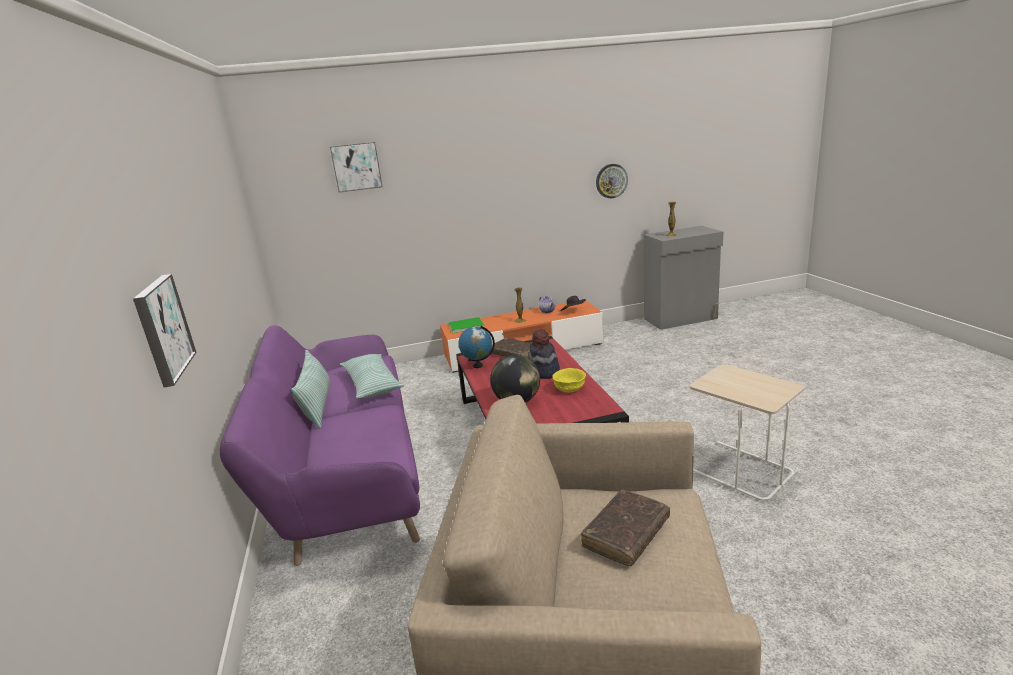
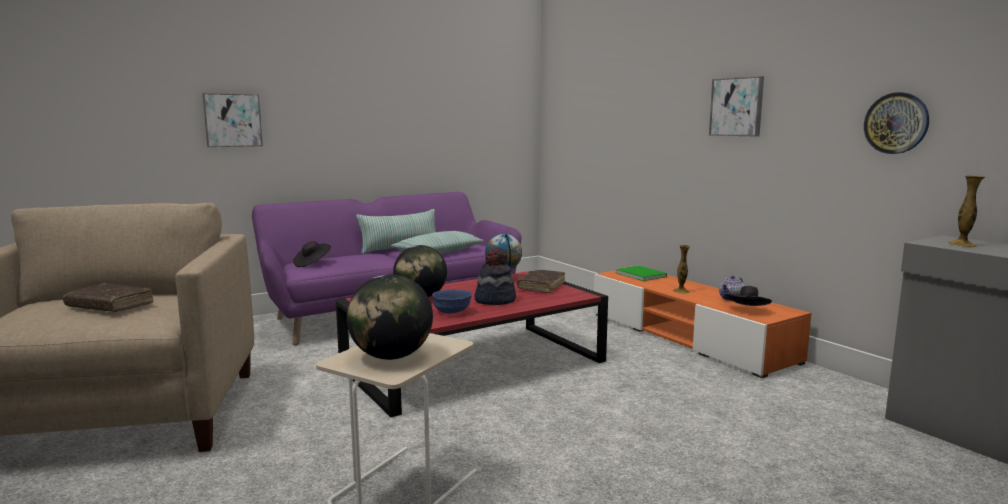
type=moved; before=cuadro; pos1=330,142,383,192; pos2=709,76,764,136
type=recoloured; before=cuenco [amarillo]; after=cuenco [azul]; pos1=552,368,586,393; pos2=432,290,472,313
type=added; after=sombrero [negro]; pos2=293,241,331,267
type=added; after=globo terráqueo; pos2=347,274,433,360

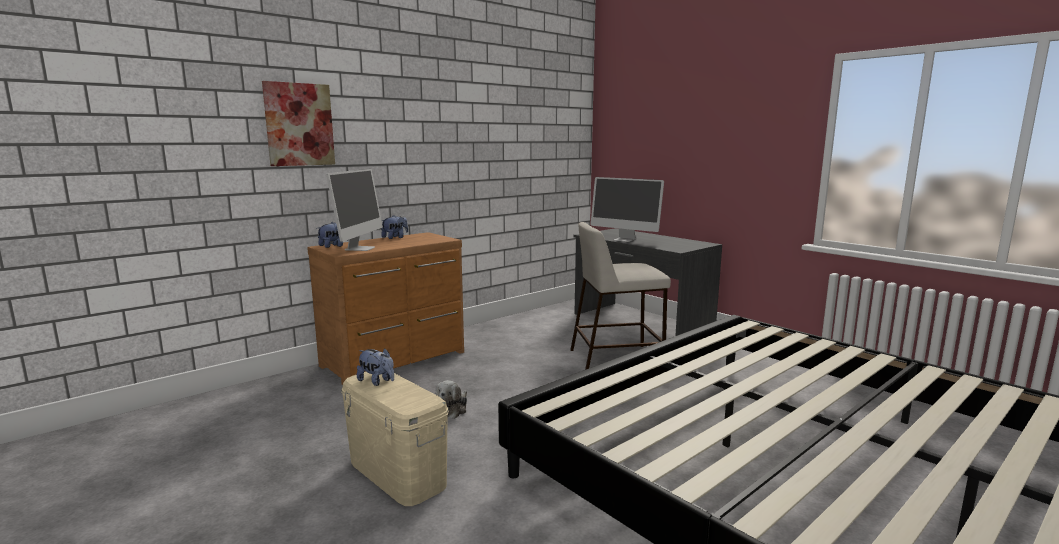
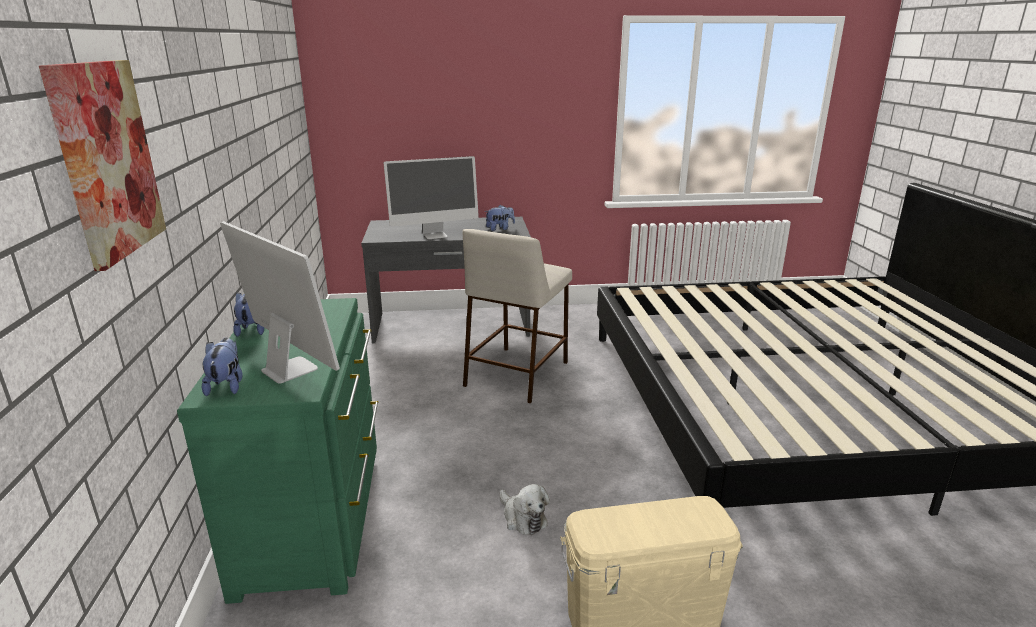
type=recoloured; before=cómoda [marrón]; after=cómoda [verde]; pos1=307,232,464,385; pos2=177,298,378,604
type=moved; before=peluche; pos1=357,348,394,386; pos2=485,205,515,231

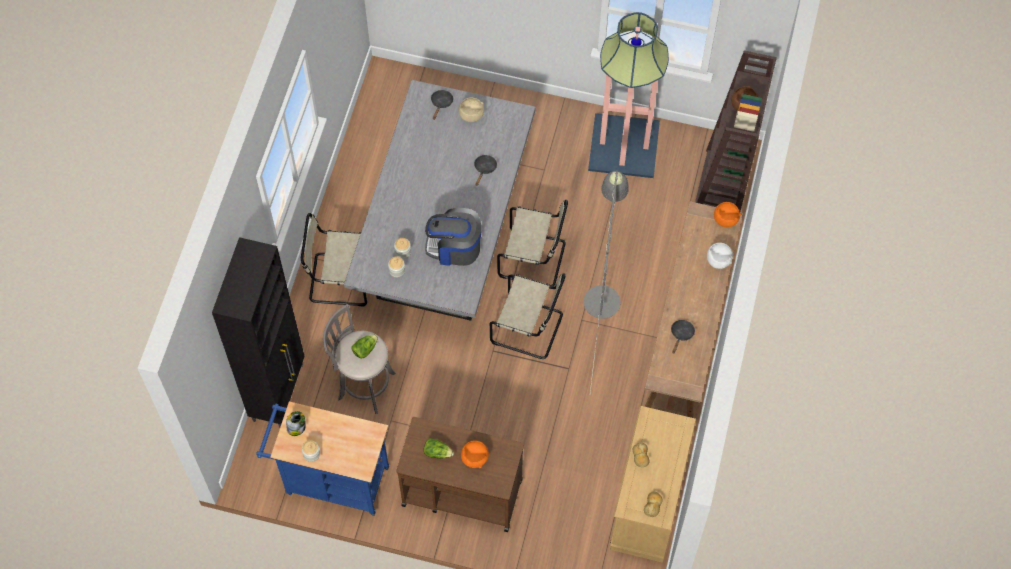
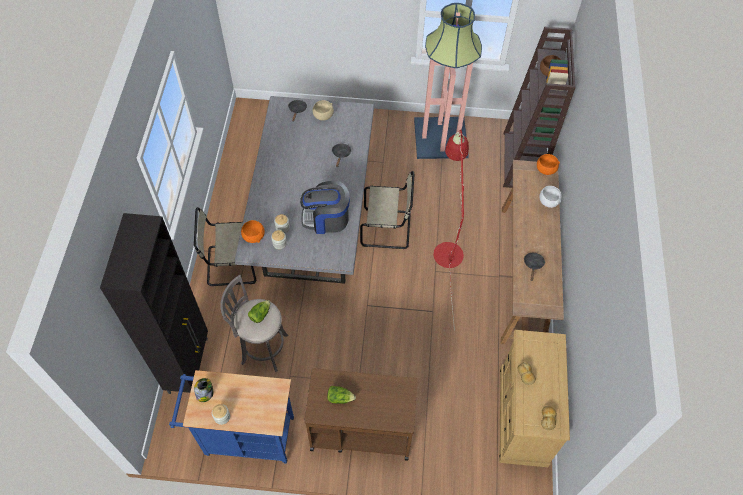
type=recoloured; before=lámpara de pie [gris]; after=lámpara de pie [rojo]; pos1=584,170,629,392; pos2=434,130,469,331
type=removed; before=silla [beis]; pos1=490,273,565,359
type=moved; before=cuenco [naranja]; pos1=461,440,489,468; pos2=241,220,265,243

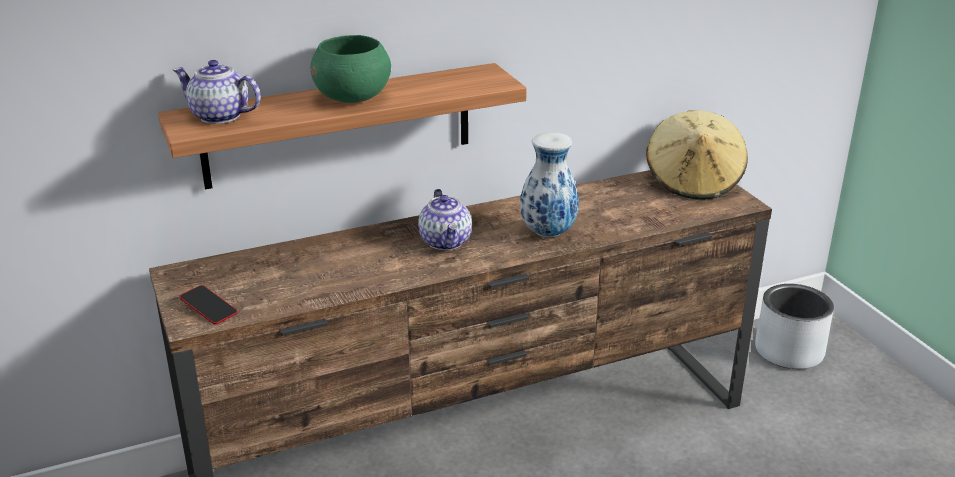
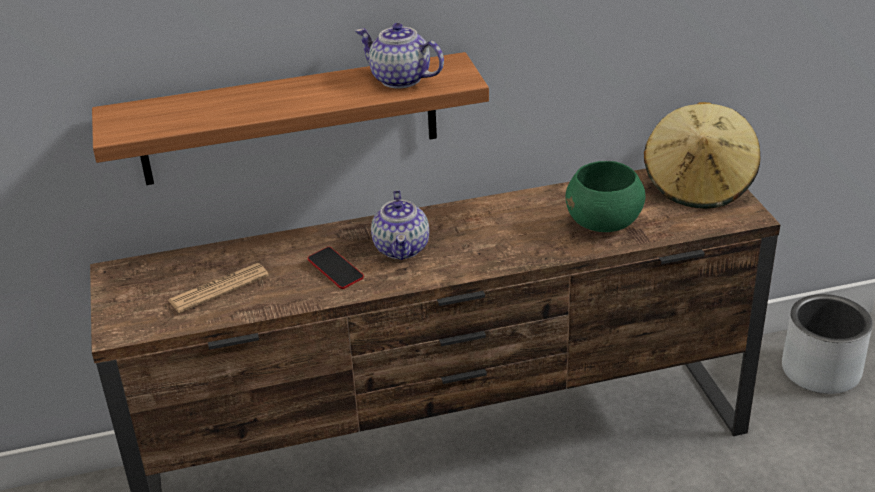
type=moved; before=cuenco [verde]; pos1=311,35,391,103; pos2=565,161,645,232
type=moved; before=tetera; pos1=173,60,261,124; pos2=355,23,444,89
type=removed; before=florero; pos1=520,132,579,237
type=moved; before=móvil; pos1=180,285,237,325; pos2=308,247,364,289
type=added; after=periódico; pos2=168,263,269,313

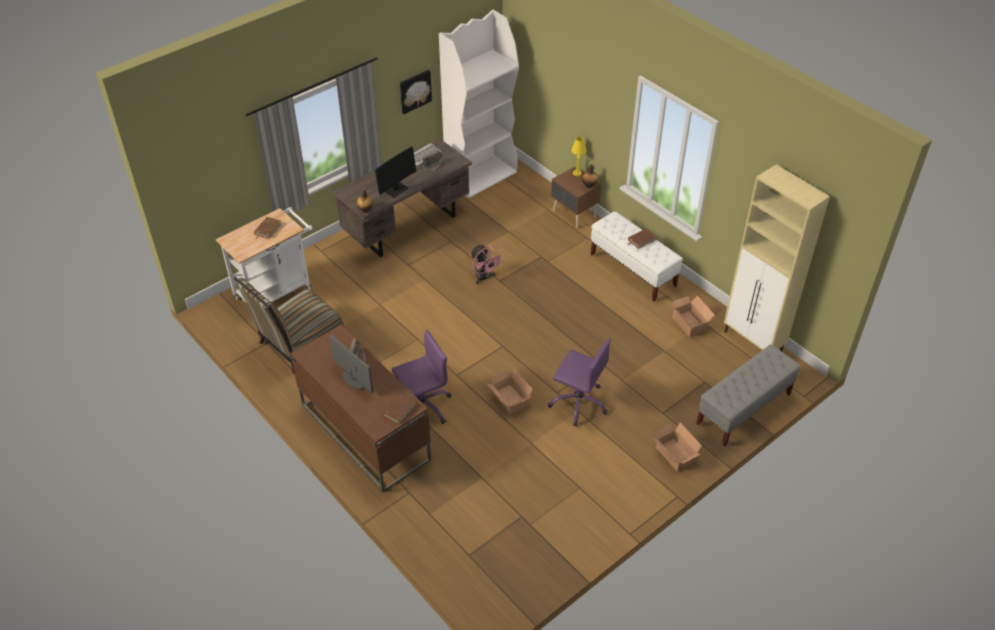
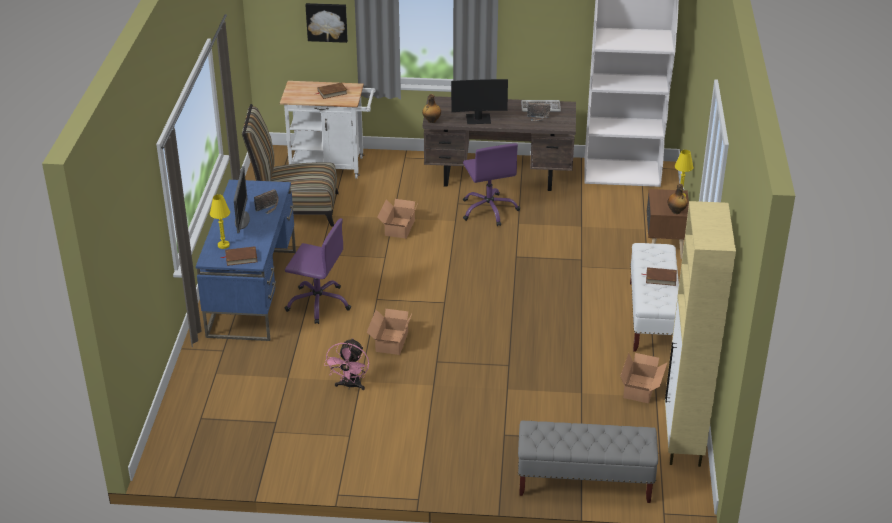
type=moved; before=cuadro; pos1=400,70,432,114; pos2=305,3,348,43
type=moved; before=ventilador [rosa]; pos1=470,244,504,284; pos2=324,338,369,390
type=recoloured; before=escritorio [marrón]; after=escritorio [azul]; pos1=290,325,431,493; pos2=196,180,296,341
type=moved; before=silla de oficina [morado]; pos1=548,339,611,427; pos2=463,143,520,226
type=moved; before=caja de cartón; pos1=653,423,702,471; pos2=377,199,419,239
type=added; after=lámpara de mesa [amarillo]; pos2=210,194,230,249

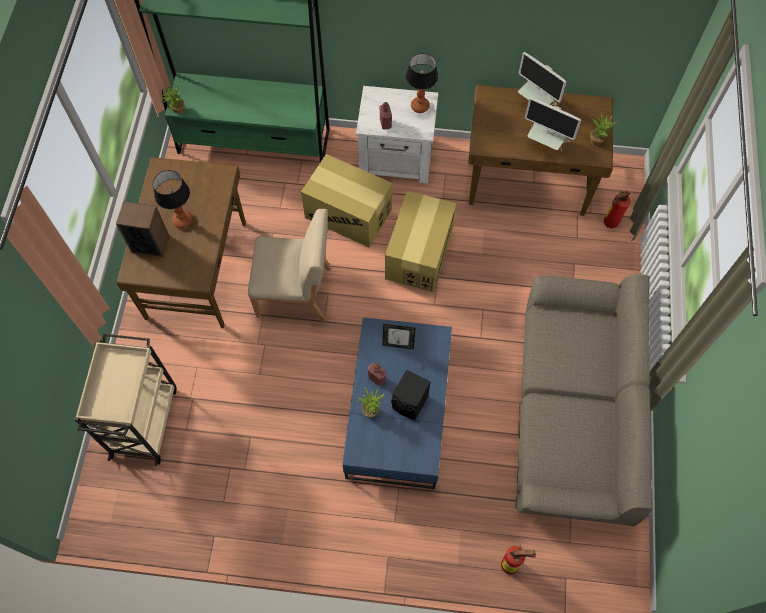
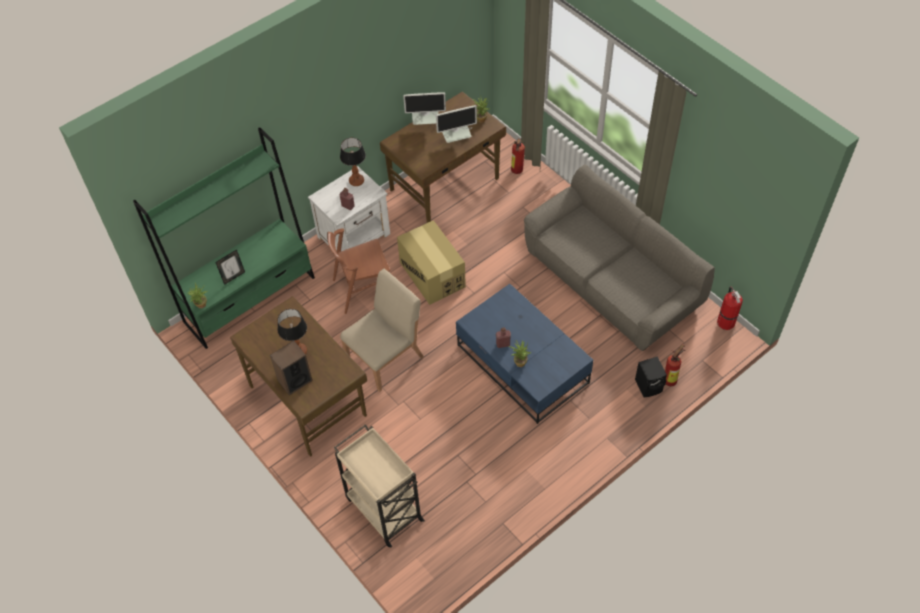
type=replaced; before=caja de cartón; after=silla [marrón]; pos1=301,154,392,247; pos2=327,228,390,314
type=moved; before=portarretratos; pos1=383,324,416,349; pos2=215,250,245,285
type=moved; before=altavoz [negro]; pos1=391,370,430,420; pos2=635,357,667,398
type=added; after=extintor; pos2=717,287,743,330

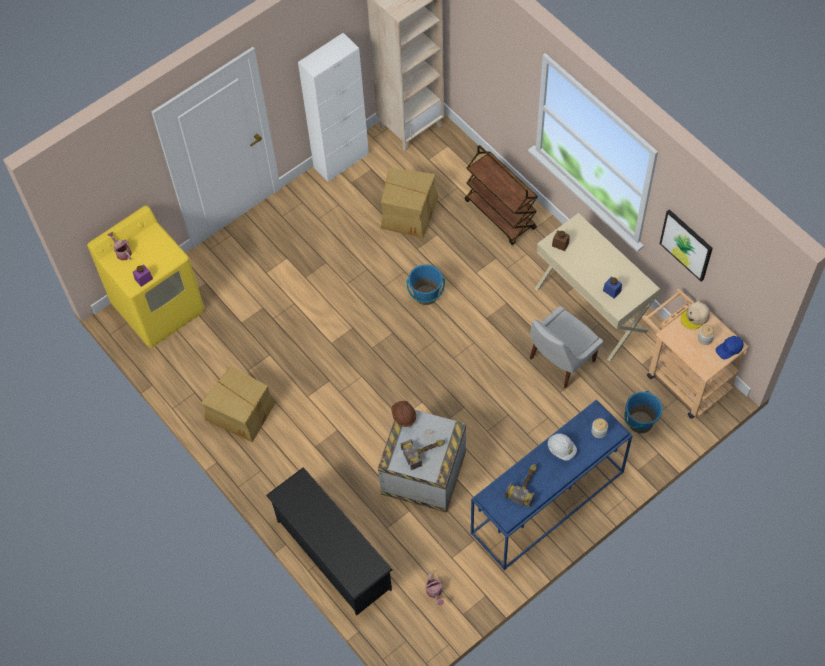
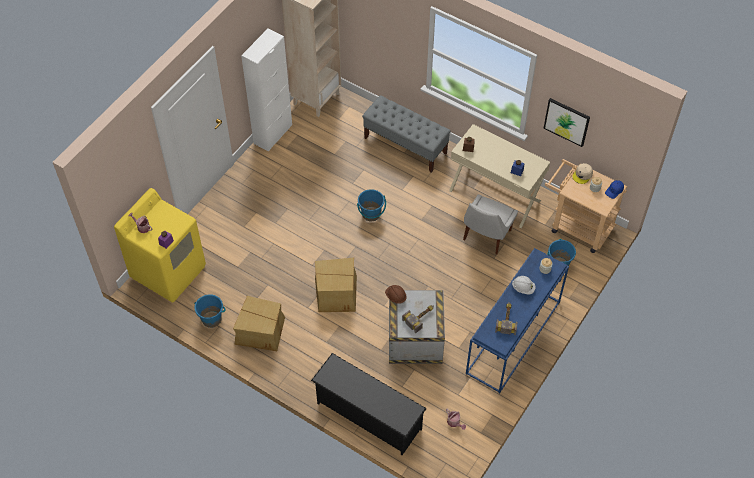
type=replaced; before=carrito [marrón]; after=banco [gris]; pos1=465,145,538,245; pos2=362,95,451,173
type=moved; before=caja de cartón; pos1=381,168,438,238; pos2=315,258,357,312
type=added; after=cubo [azul]; pos2=194,294,226,328

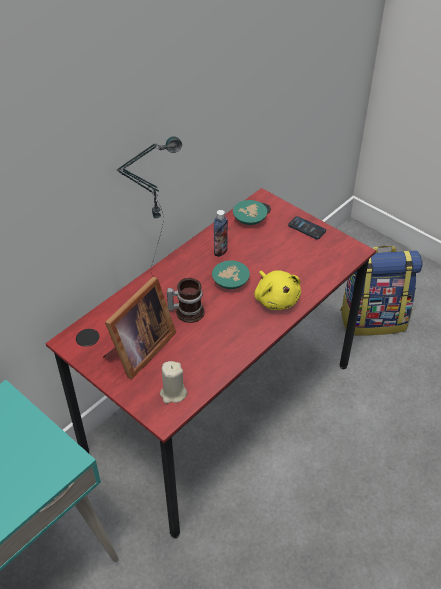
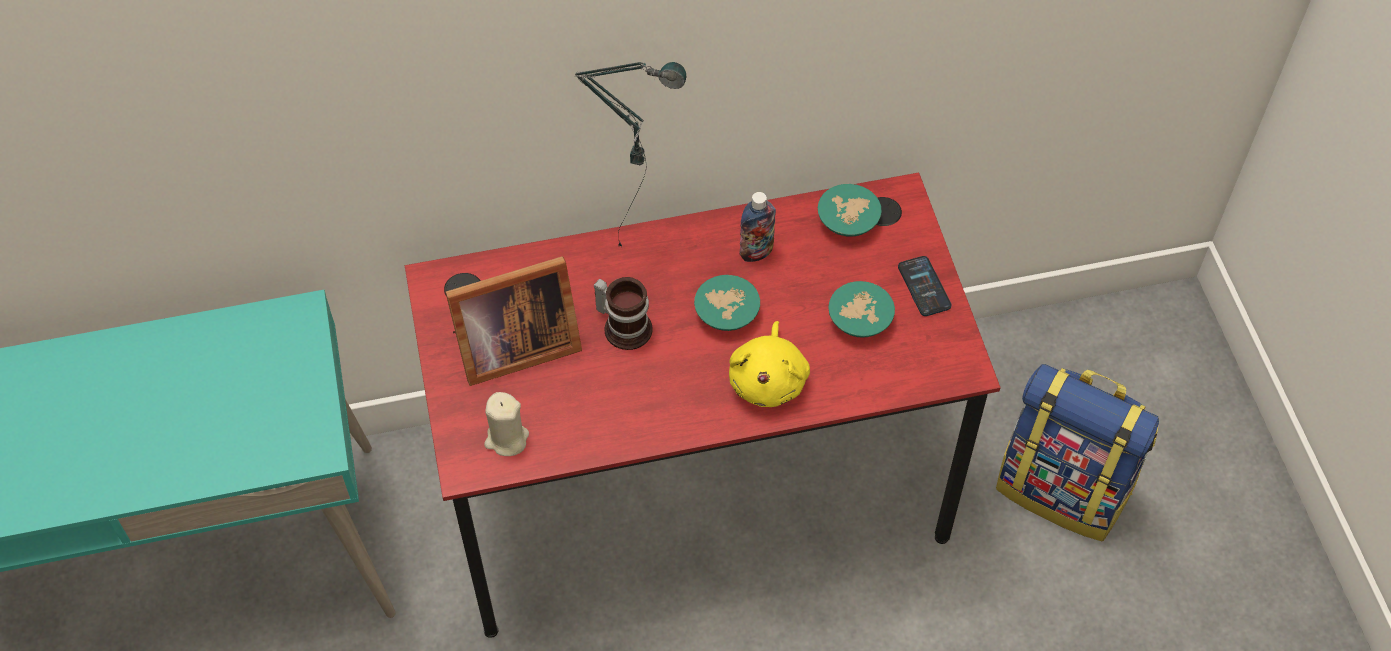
type=added; after=cuenco [turquesa]; pos2=828,281,895,338

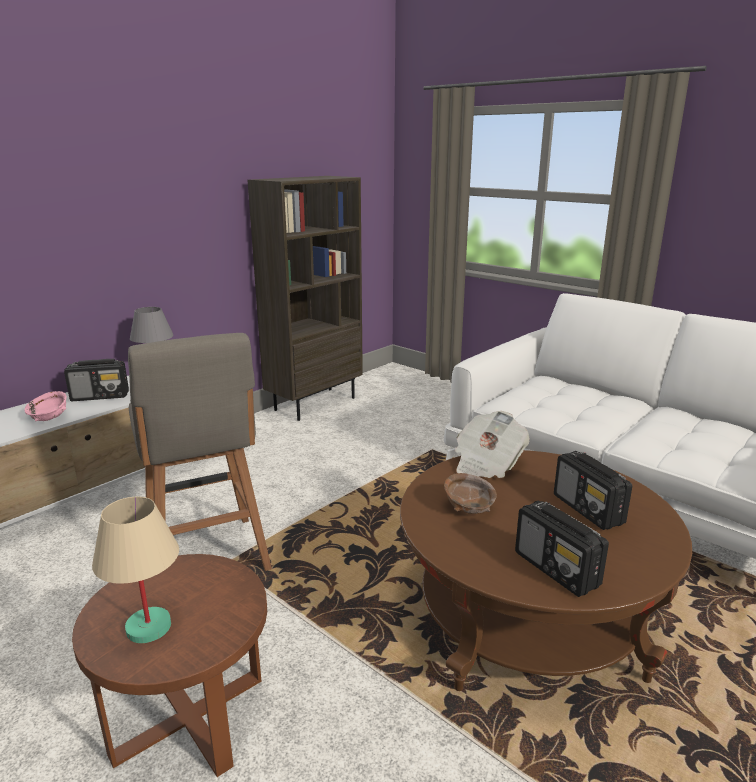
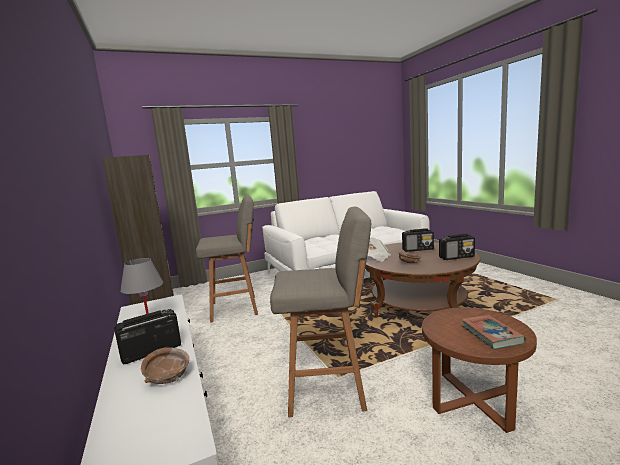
type=turned; before=radio; pos1=64,359,129,401; pos2=114,309,181,364; turn=-135
type=recoloured; before=cuenco [rosa]; after=cuenco [marrón]; pos1=24,391,67,421; pos2=141,347,189,384
type=replaced; before=lámpara de mesa [beis]; after=libro; pos1=92,496,179,643; pos2=462,315,526,349
type=added; after=taburete [gris]; pos2=196,196,258,323

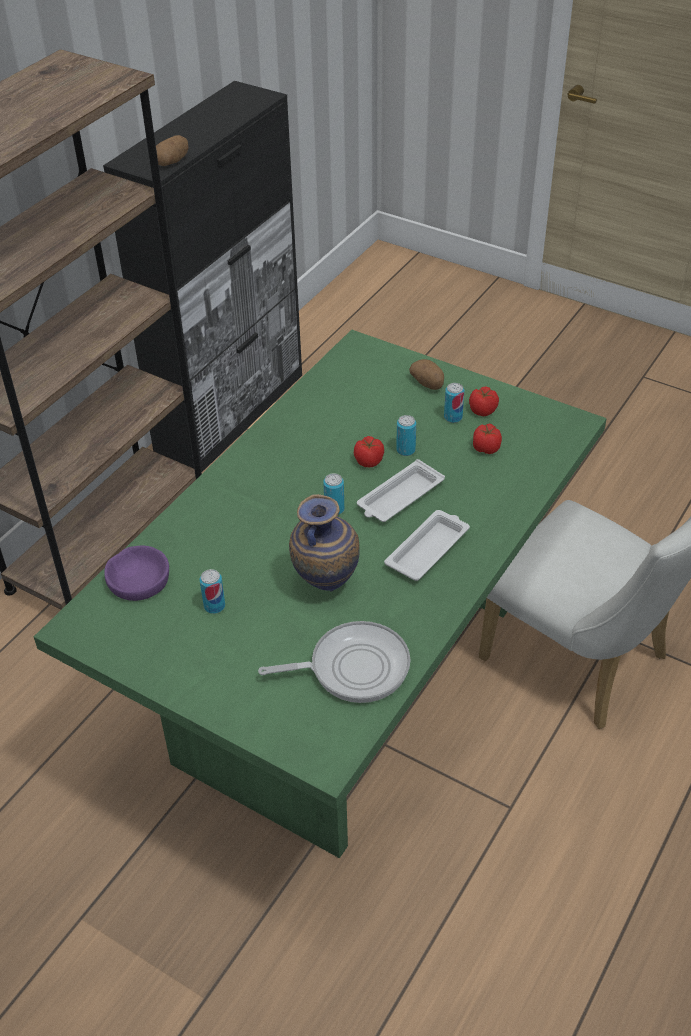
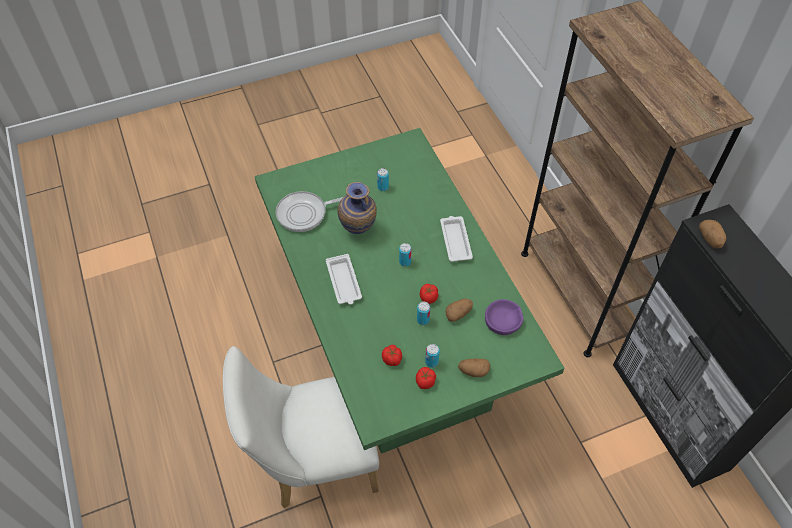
type=moved; before=bandeja [blanco]; pos1=357,459,445,522; pos2=440,216,473,262
type=moved; before=cuenco [morado]; pos1=104,546,169,601; pos2=485,299,523,335
type=turned; before=sartén; pos1=258,621,410,703; pos2=275,191,343,232; turn=45
type=added; after=patata; pos2=446,299,473,322

